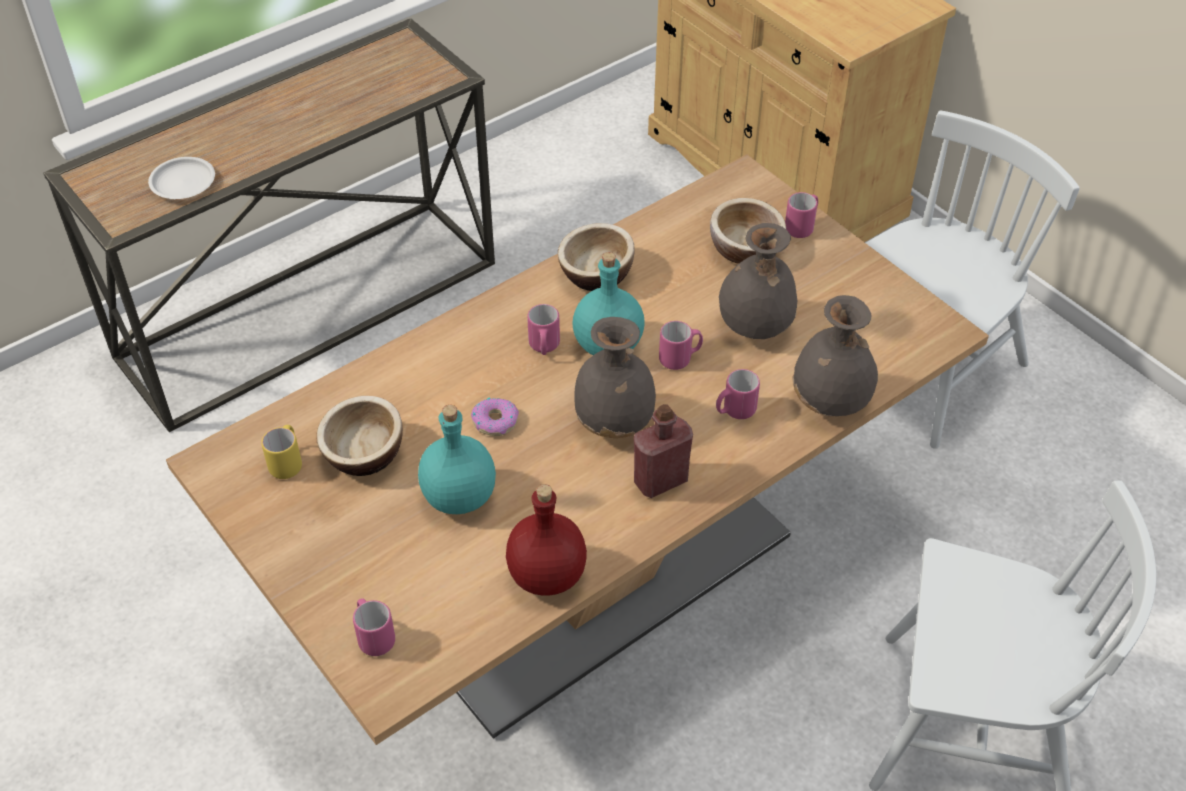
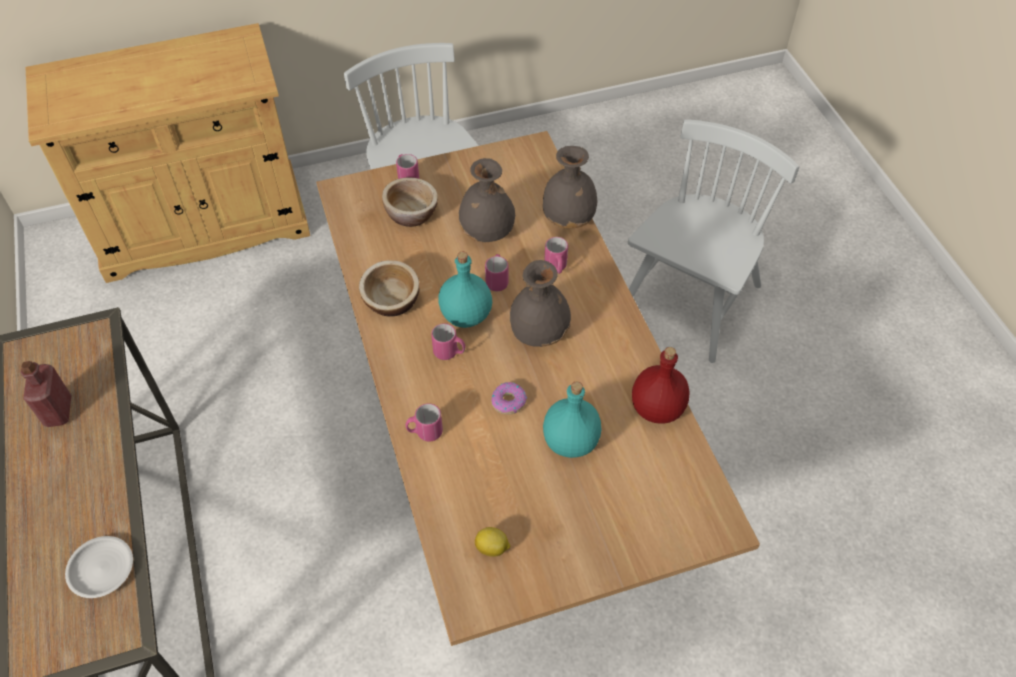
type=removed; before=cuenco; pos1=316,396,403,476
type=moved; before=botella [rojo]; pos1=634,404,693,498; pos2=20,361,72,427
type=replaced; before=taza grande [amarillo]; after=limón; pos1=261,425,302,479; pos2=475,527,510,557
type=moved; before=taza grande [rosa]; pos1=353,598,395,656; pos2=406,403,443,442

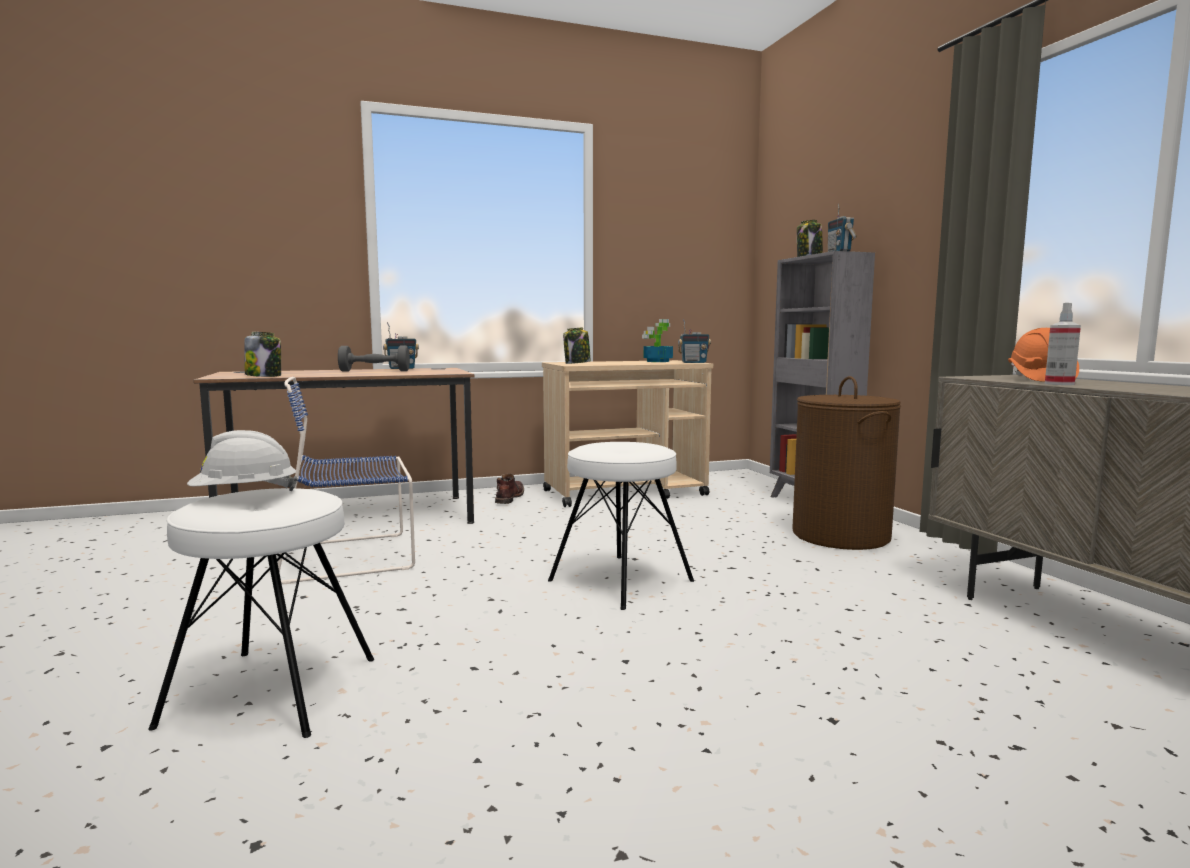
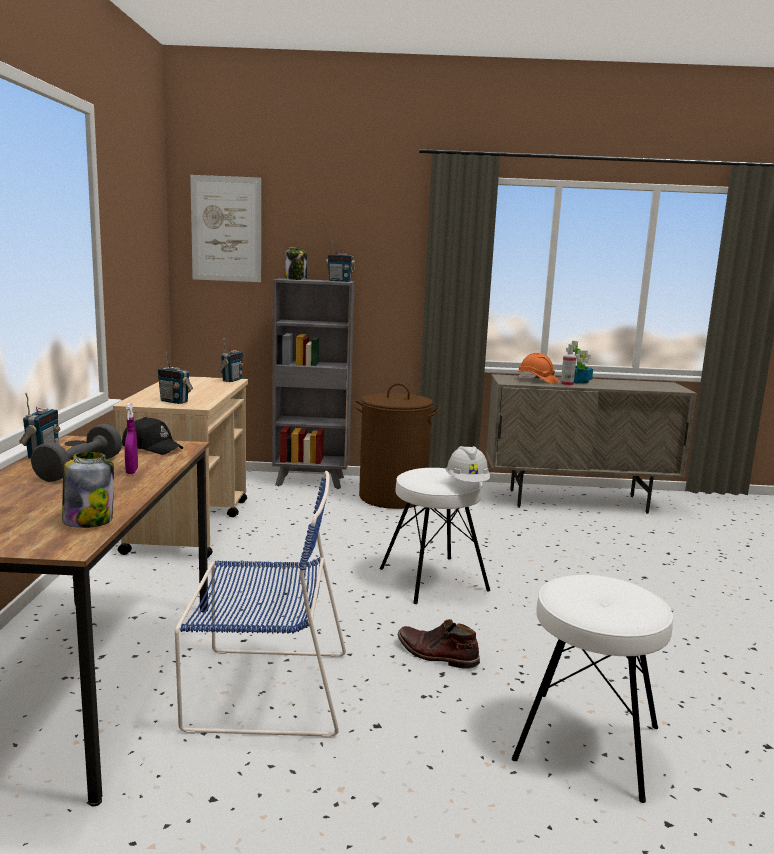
type=moved; before=planta en maceta; pos1=642,319,673,362; pos2=566,341,593,384
type=replaced; before=tarro; after=radio; pos1=563,327,591,364; pos2=158,350,193,404
type=turned; before=silla [azul]; pos1=278,377,415,585; pos2=175,471,346,738; turn=-90
type=moved; before=casco [blanco]; pos1=187,430,298,491; pos2=446,446,490,482
type=moved; before=bota [marrón]; pos1=495,473,524,504; pos2=398,619,480,669
type=added; after=cuadro; pos2=190,175,261,282
type=added; after=pulverizador [morado]; pos2=125,403,138,474
type=added; after=gorra [negro]; pos2=122,417,183,455

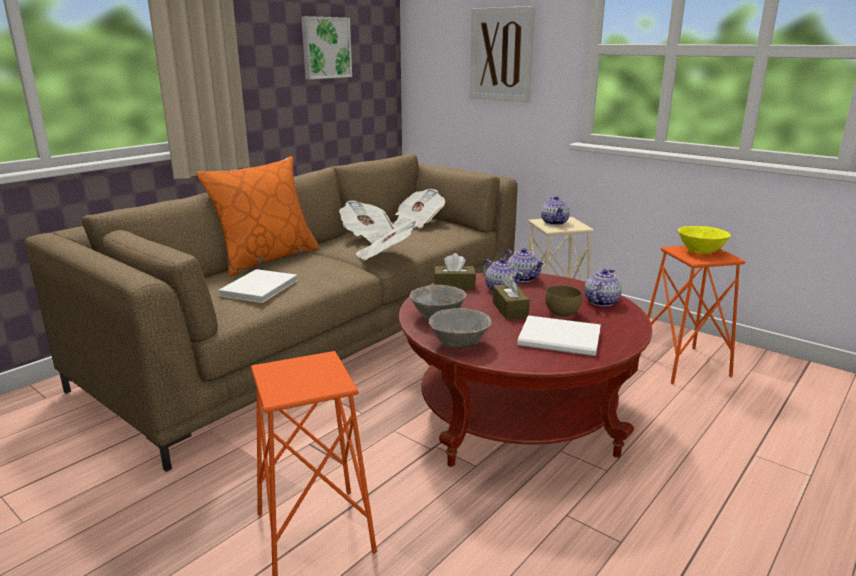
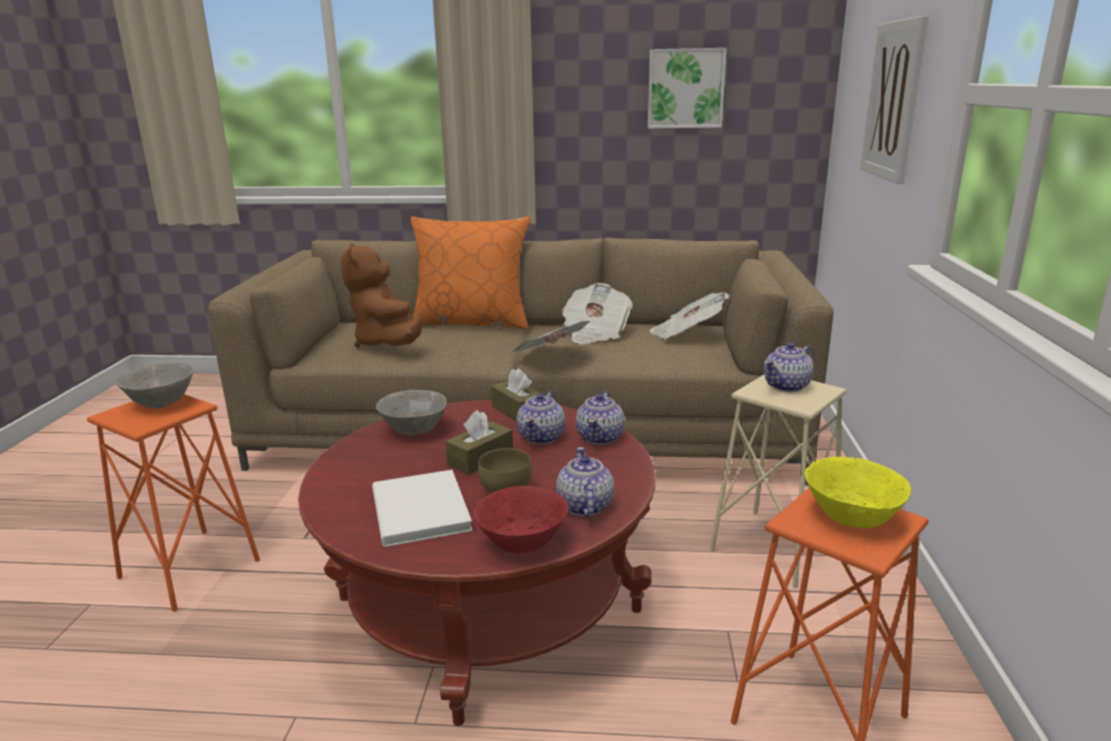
type=replaced; before=libro [blanco]; after=peluche [marrón]; pos1=218,269,298,303; pos2=341,243,423,348
type=turned; before=tetera; pos1=584,269,622,306; pos2=556,447,614,517; turn=-90
type=moved; before=cuenco [gris]; pos1=429,308,491,350; pos2=115,362,194,409
type=added; after=cuenco [rojo]; pos2=473,486,568,554

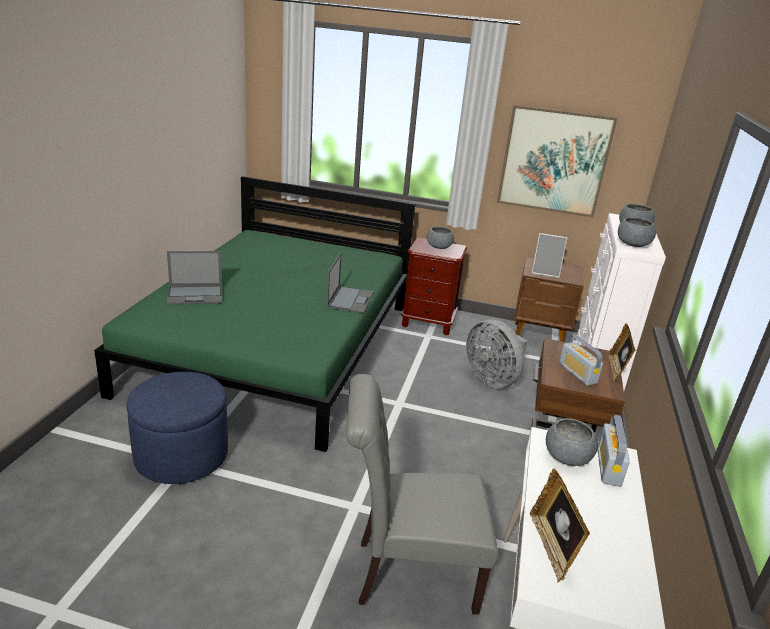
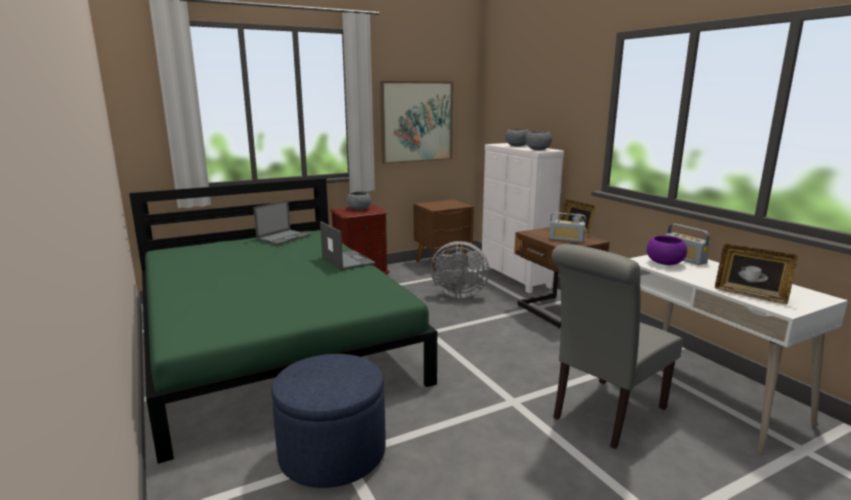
type=removed; before=portarretratos; pos1=532,233,567,278
type=moved; before=portátil; pos1=166,251,222,304; pos2=253,200,311,245
type=recoloured; before=cuenco [gris]; after=cuenco [morado]; pos1=546,418,598,466; pos2=647,236,687,265

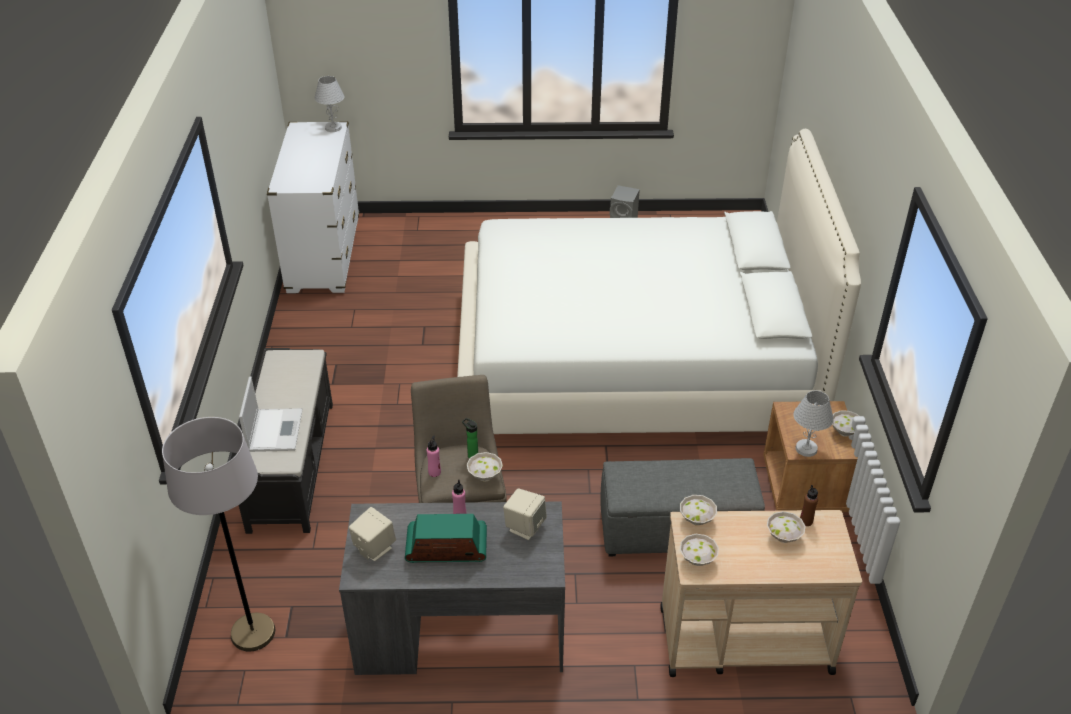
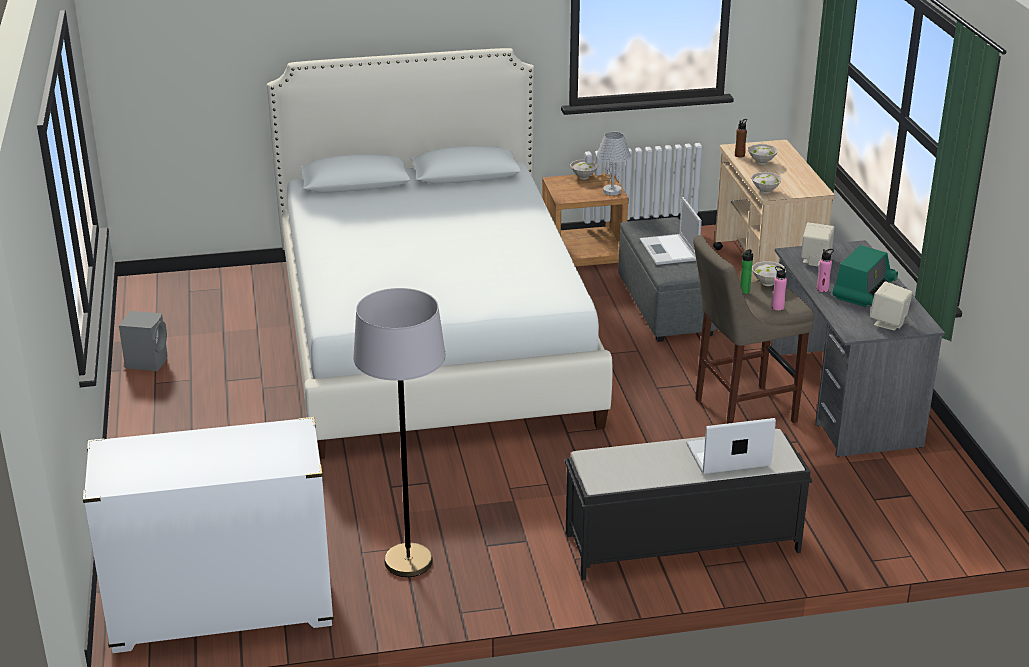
type=removed; before=lámpara de mesa [blanco]; pos1=314,76,345,132
type=moved; before=lámpara de pie [gris]; pos1=162,417,275,651; pos2=353,288,446,577
type=turned; before=radio; pos1=405,514,487,563; pos2=833,245,898,307; turn=-135
type=removed; before=cuenco [blanco]; pos1=680,534,719,566
type=added; after=portátil; pos2=640,196,702,265

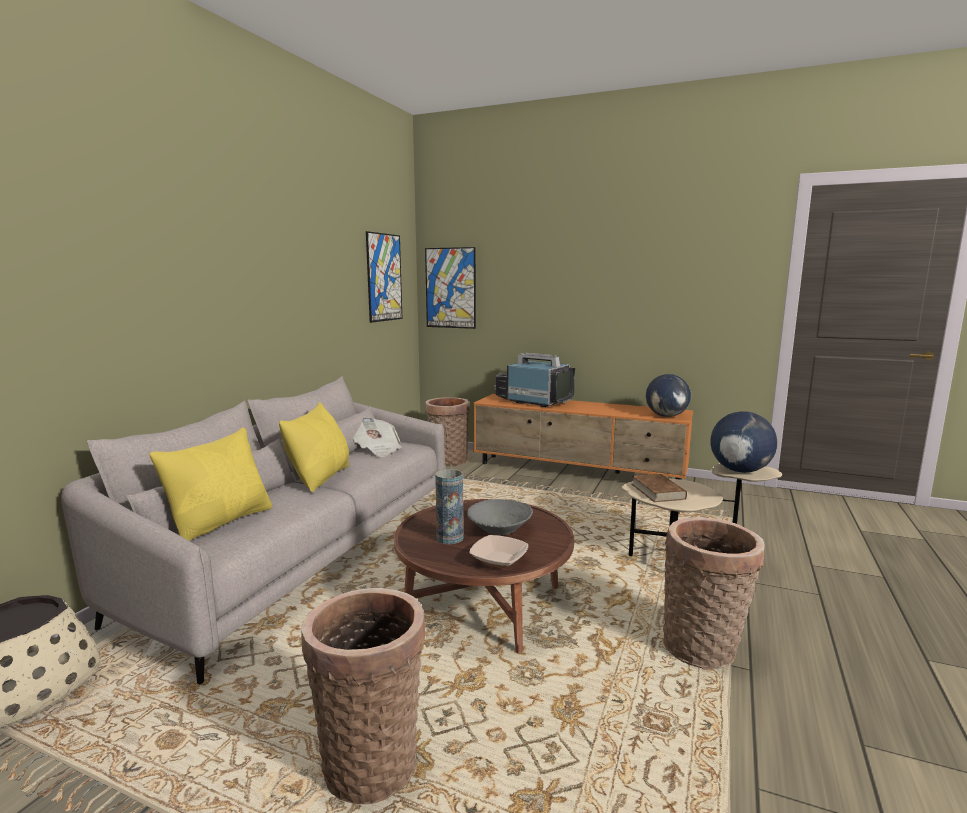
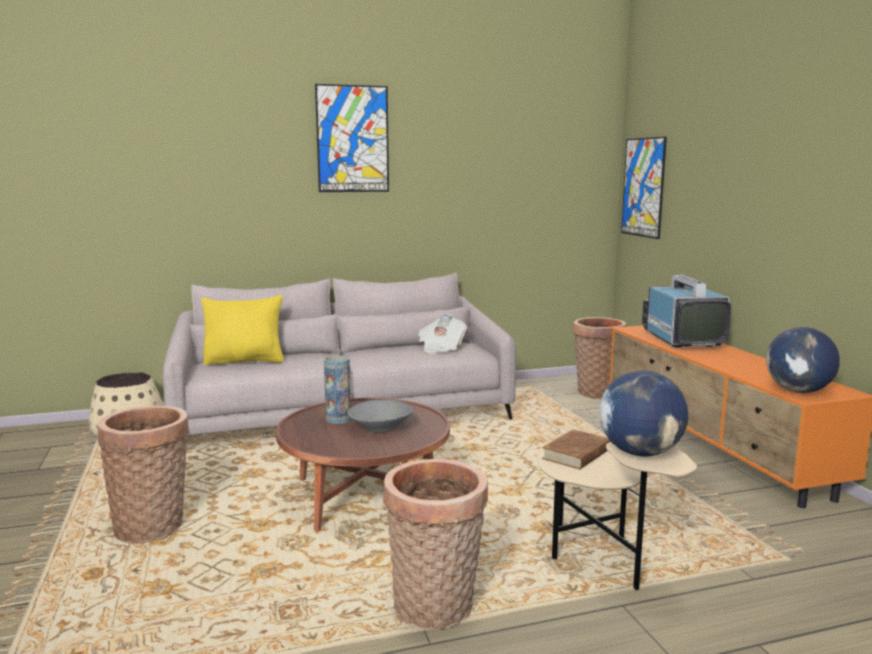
type=moved; before=cuadro; pos1=366,231,402,323; pos2=315,84,389,192
type=removed; before=cojín [amarillo]; pos1=279,402,349,492
type=removed; before=cuenco; pos1=469,535,528,568

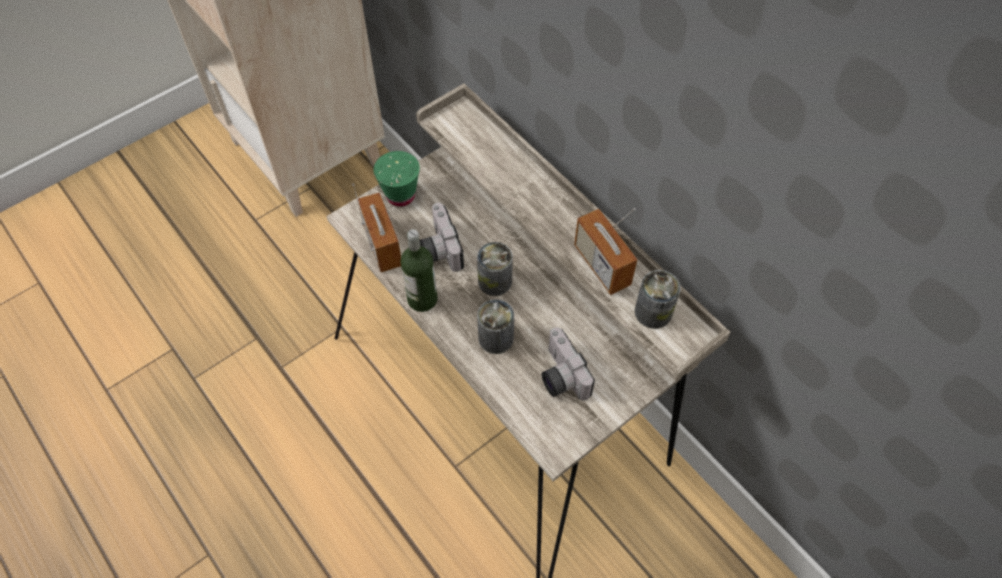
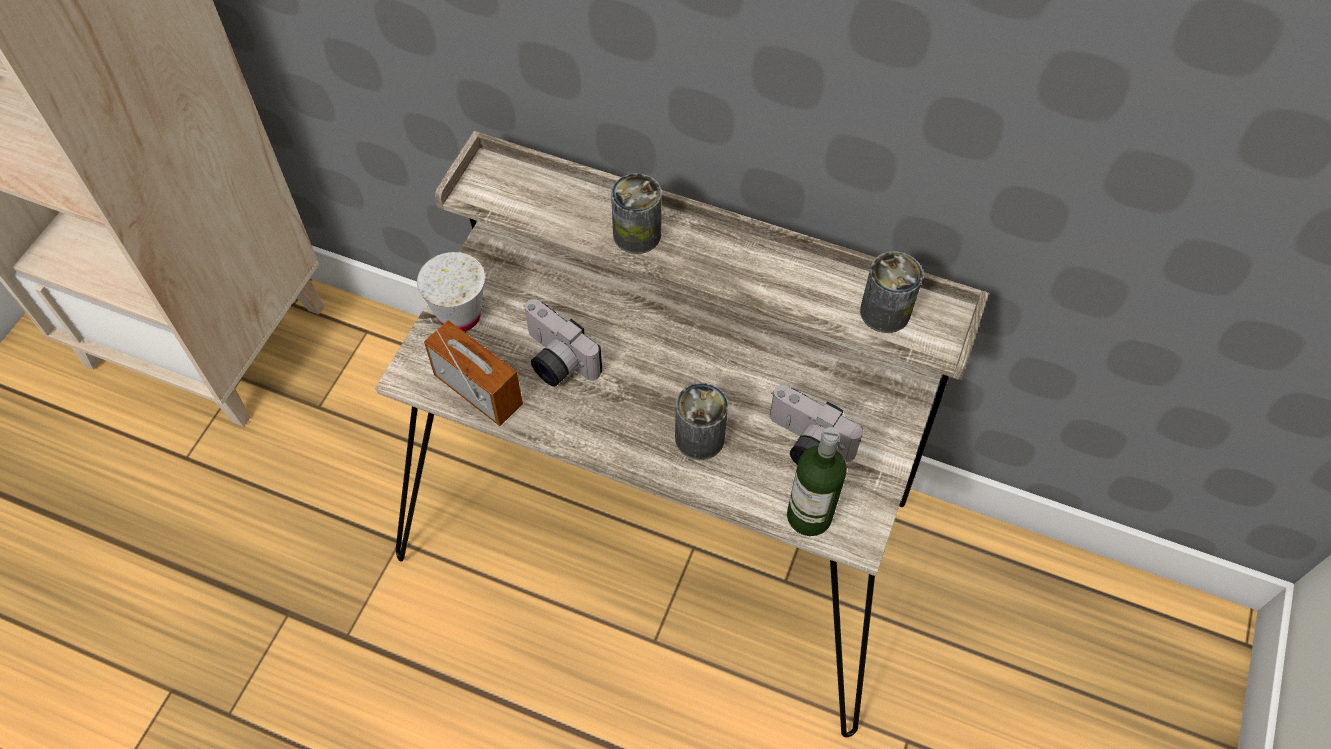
type=recoloured; before=taza [verde]; after=taza [blanco]; pos1=373,151,420,207; pos2=417,252,485,331
type=removed; before=radio; pos1=574,208,637,295
type=moved; before=botella; pos1=400,229,438,312; pos2=787,427,847,536
type=moved; before=lata; pos1=477,242,513,296; pos2=611,173,662,254

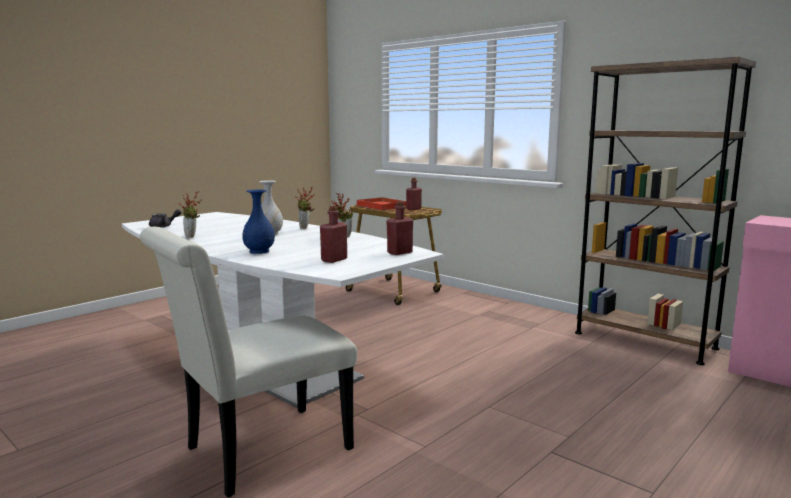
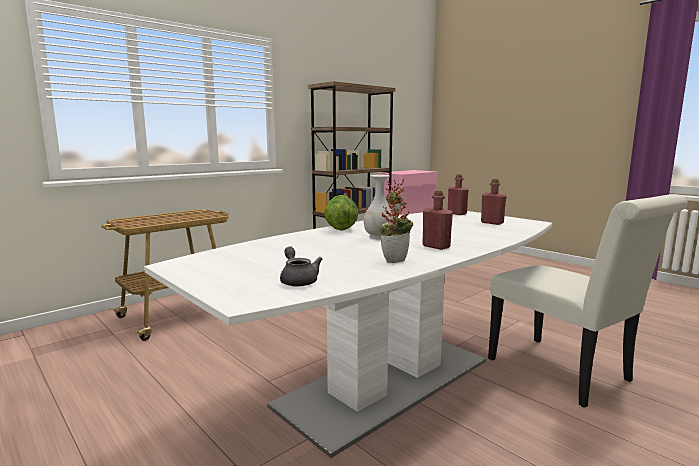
type=moved; before=botella [rojo]; pos1=406,178,422,210; pos2=422,190,453,250
type=replaced; before=planta en maceta; after=lechuga; pos1=295,187,315,229; pos2=324,195,359,231
type=removed; before=florero [azul]; pos1=242,189,275,254
type=removed; before=bandeja [rojo]; pos1=357,197,406,210

